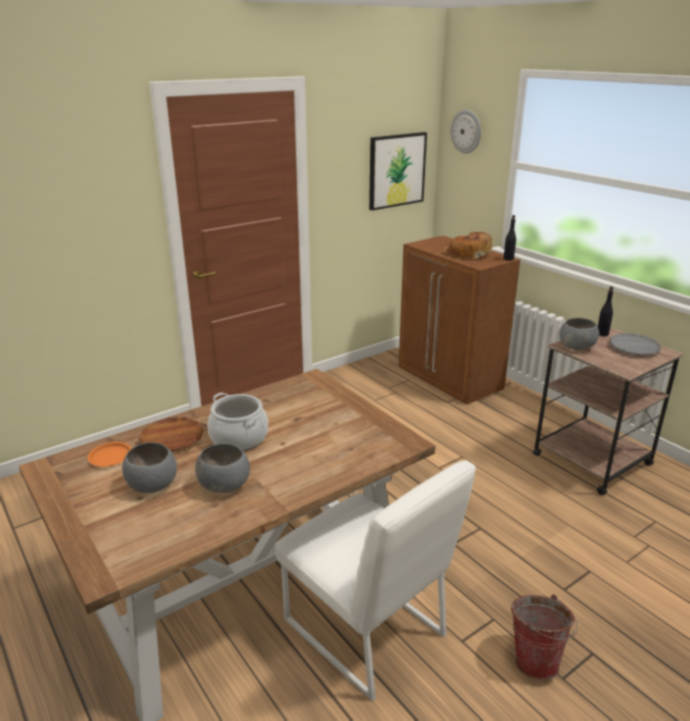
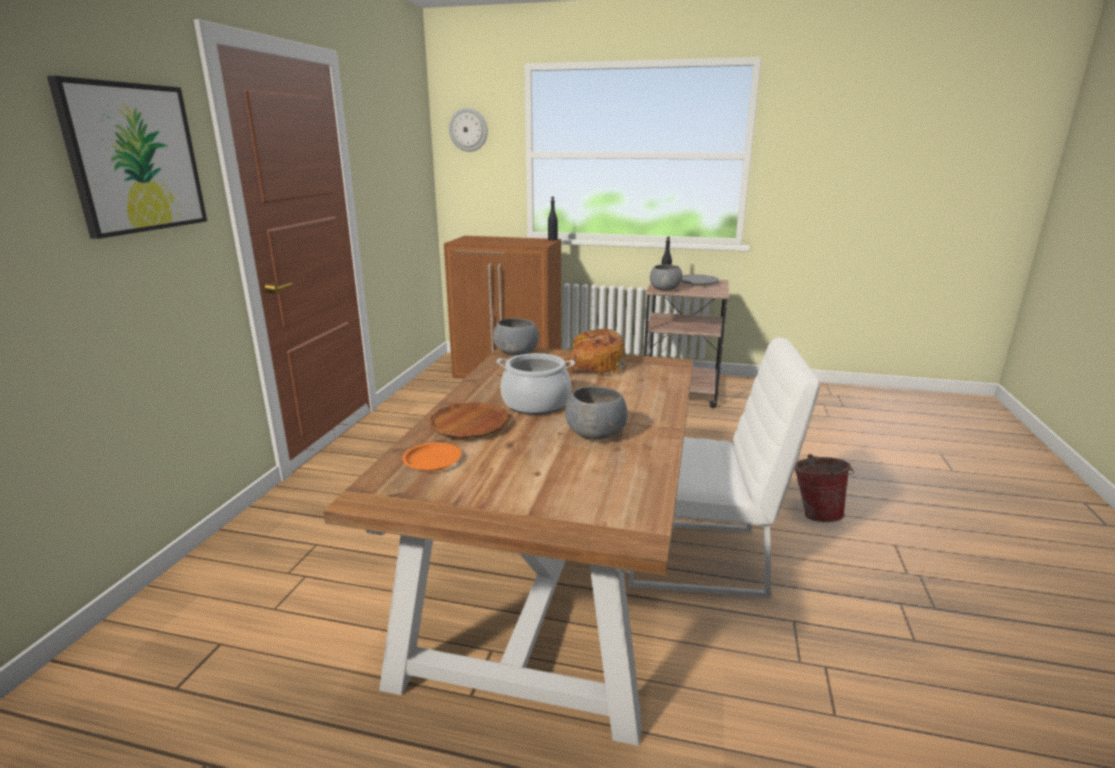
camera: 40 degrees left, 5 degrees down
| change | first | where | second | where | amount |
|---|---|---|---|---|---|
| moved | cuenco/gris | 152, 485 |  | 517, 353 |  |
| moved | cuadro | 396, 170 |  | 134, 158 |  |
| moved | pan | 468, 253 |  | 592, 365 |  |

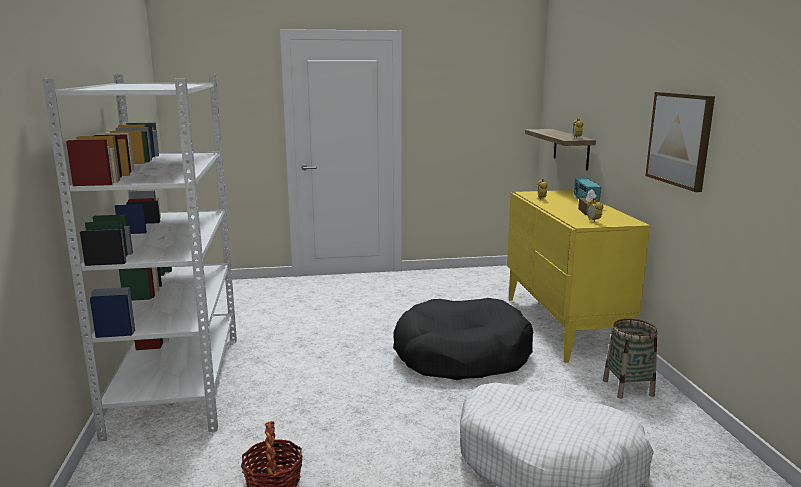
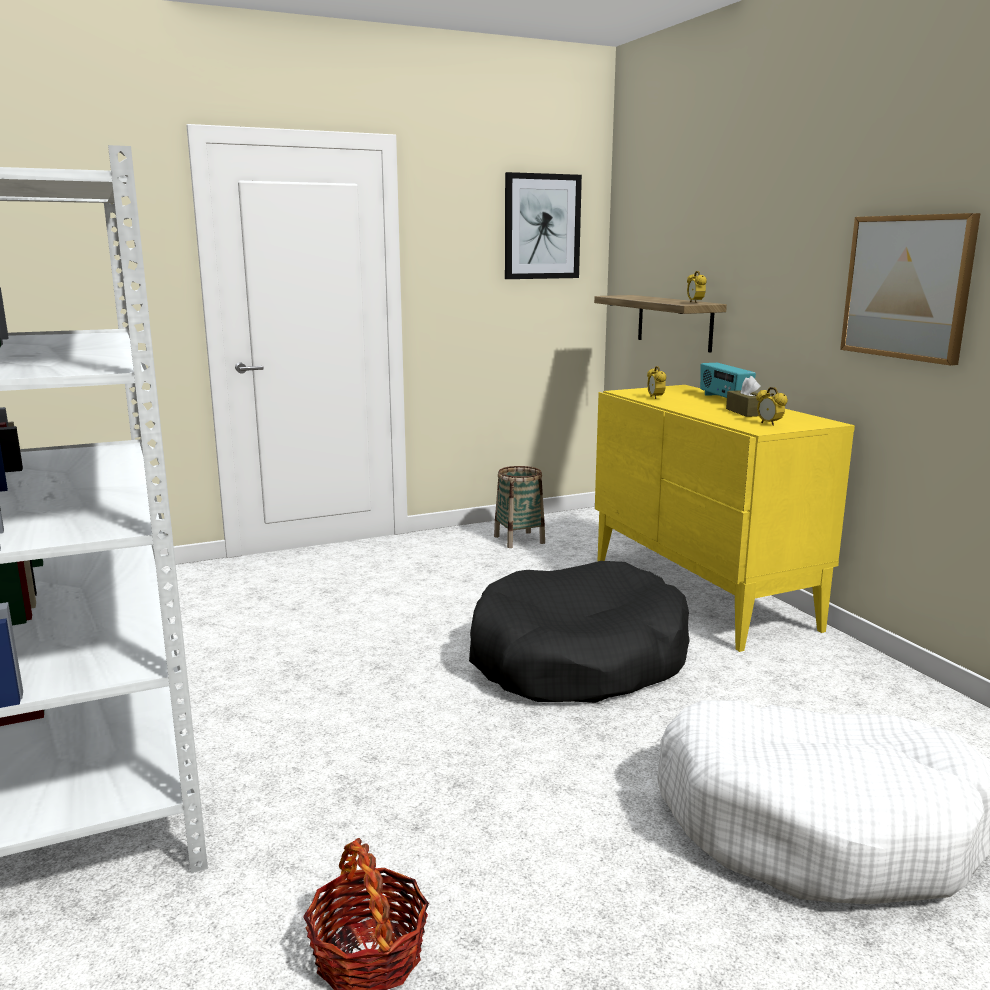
camera: 15 degrees left, 0 degrees up
| change | first | where | second | where | amount |
|---|---|---|---|---|---|
| added |  |  | cuadro | 542, 227 |  |
| moved | cesta | 628, 388 |  | 519, 540 |  |

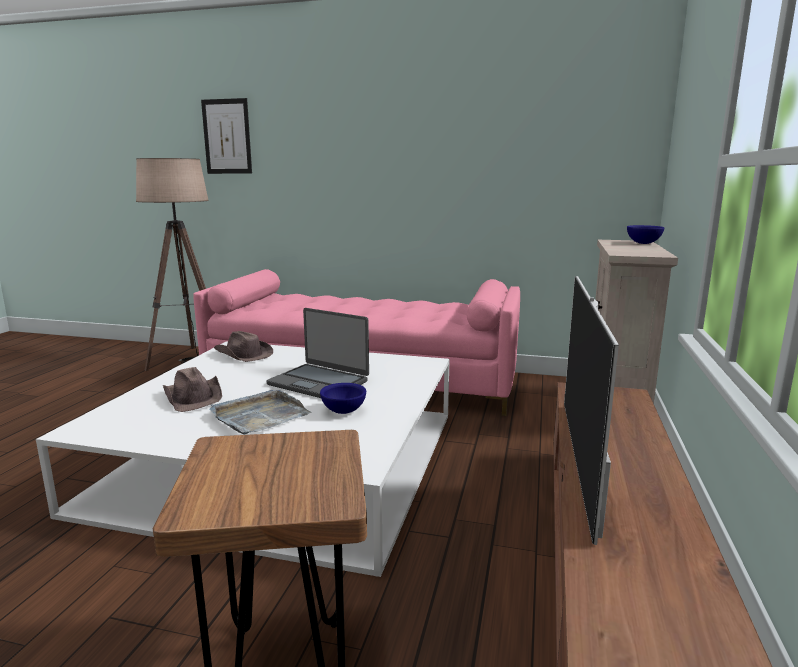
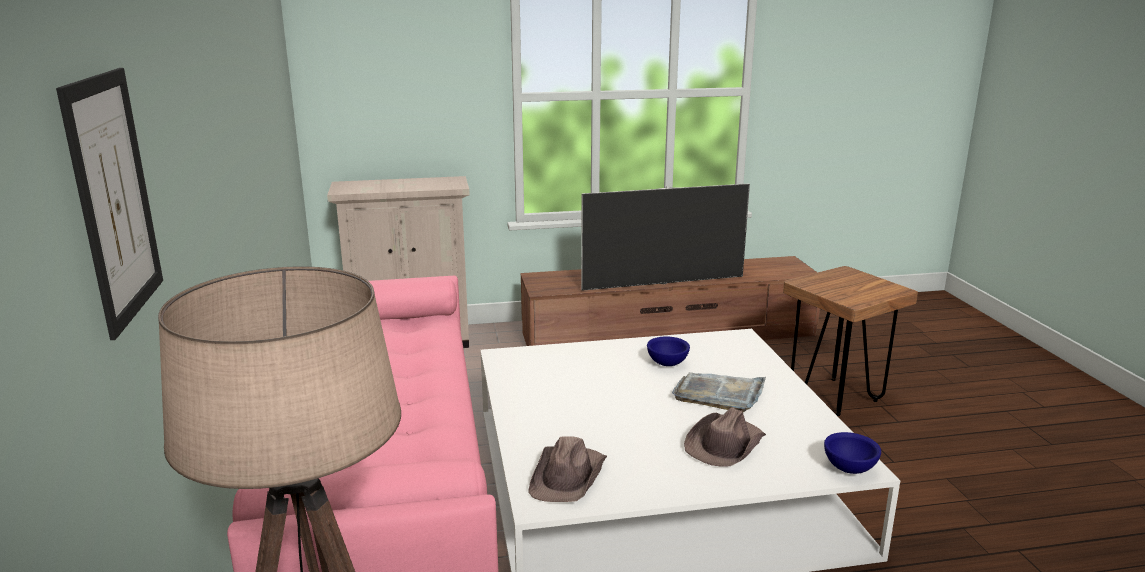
camera: 115 degrees left, 5 degrees up
| change | first | where | second | where | amount |
|---|---|---|---|---|---|
| removed | portátil | 319, 382 |  |  |  |
| moved | cuenco/azul | 644, 243 |  | 849, 468 |  |

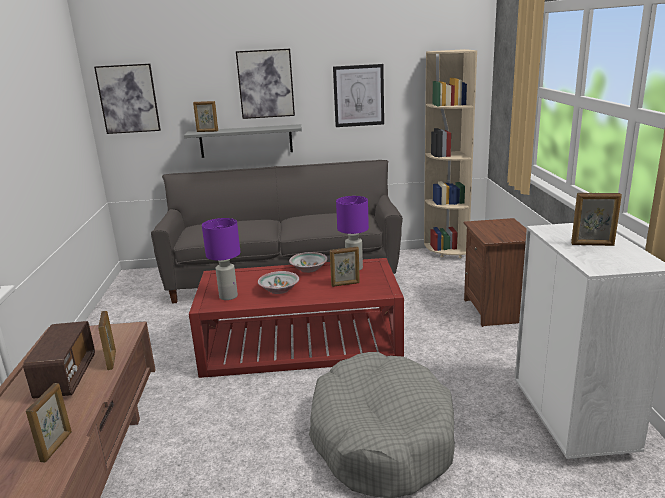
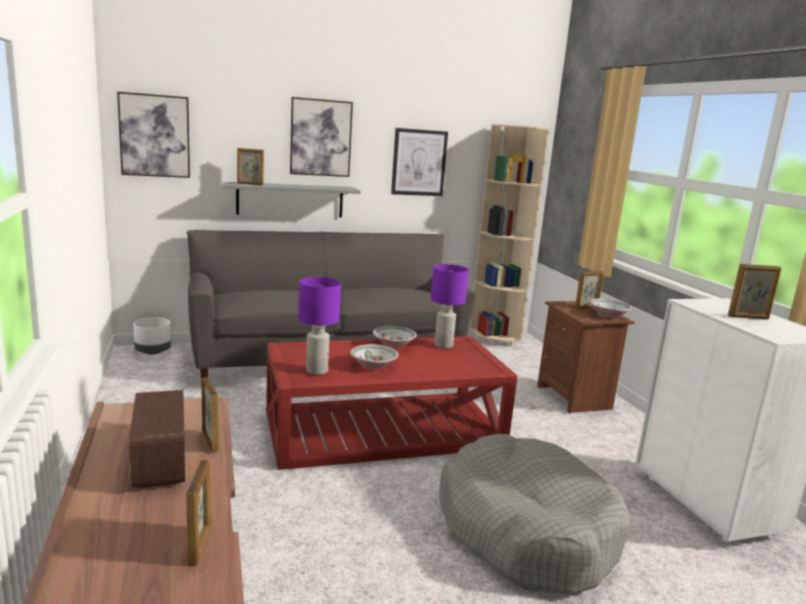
camera: 15 degrees left, 5 degrees down
| change | first | where | second | where | amount |
|---|---|---|---|---|---|
| added |  |  | maceta/blanco | 153, 351 |  |
| added |  |  | cuenco | 609, 315 |  |
| moved | portarretratos | 345, 284 |  | 587, 307 |  |

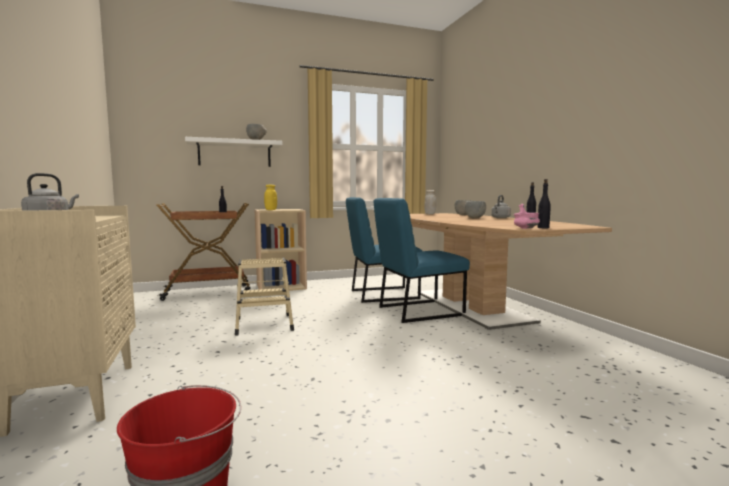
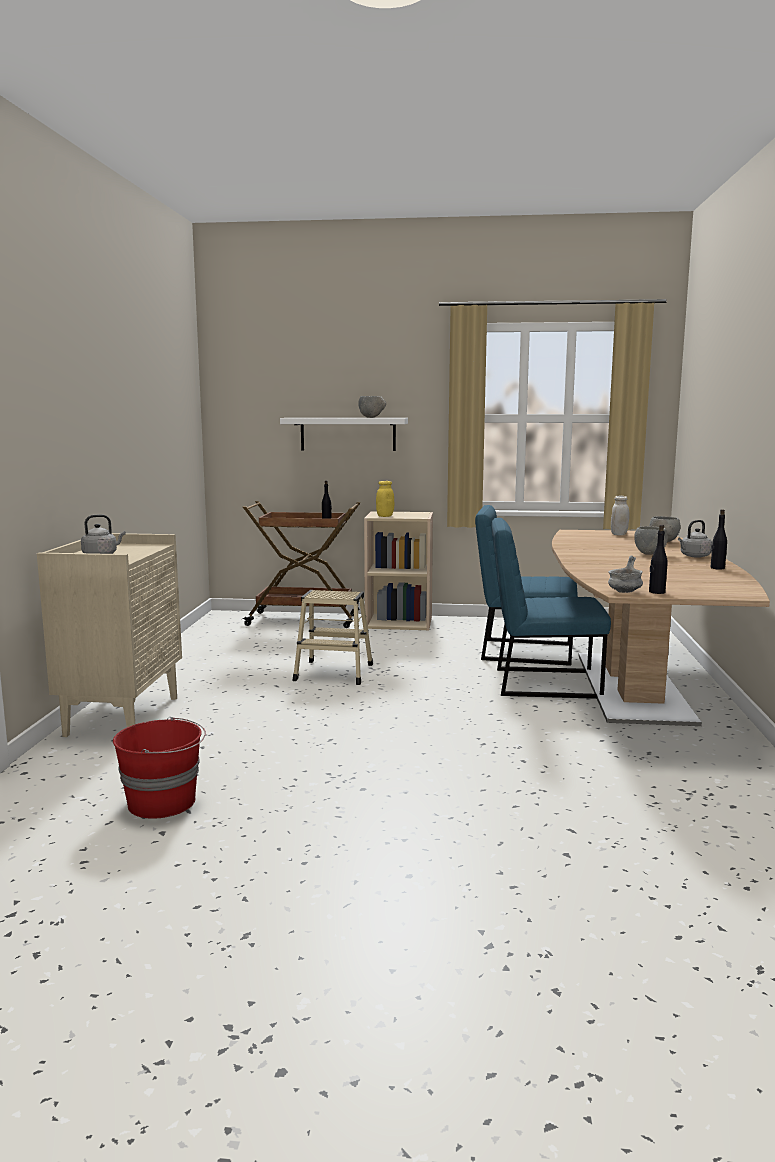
camera: 25 degrees right, 5 degrees up
| change | first | where | second | where | amount |
|---|---|---|---|---|---|
| recoloured | cuenco/rosa | 525, 228 | cuenco/gris | 624, 591 |  |

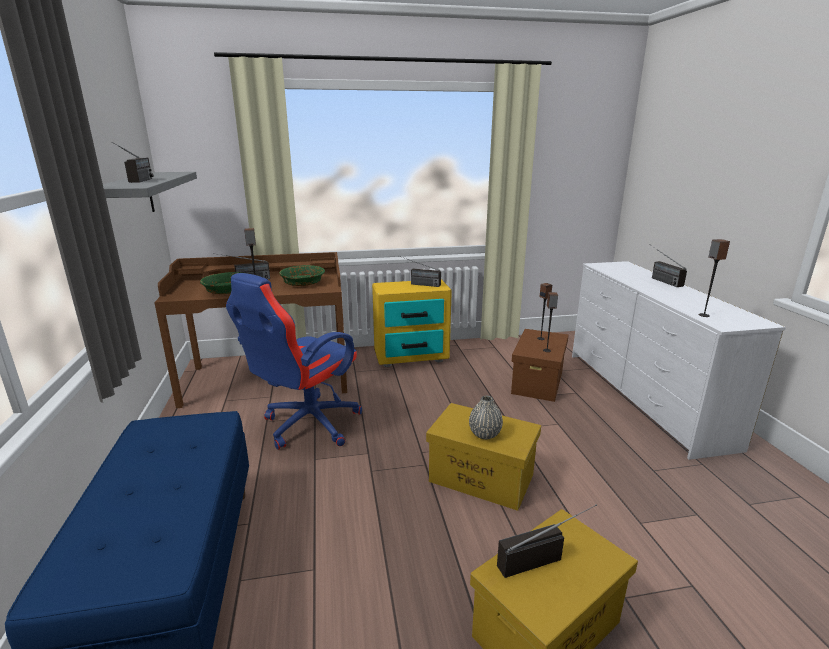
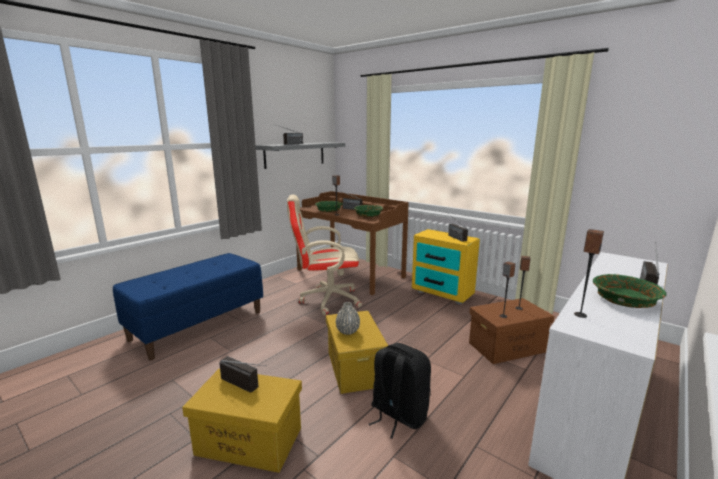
camera: 50 degrees right, 5 degrees down
| change | first | where | second | where | amount |
|---|---|---|---|---|---|
| added |  |  | mochila/negro | 398, 415 |  |
| added |  |  | cuenco/verde | 624, 300 |  |
| recoloured | silla de oficina/azul | 305, 428 | silla de oficina/beis | 325, 300 |  |

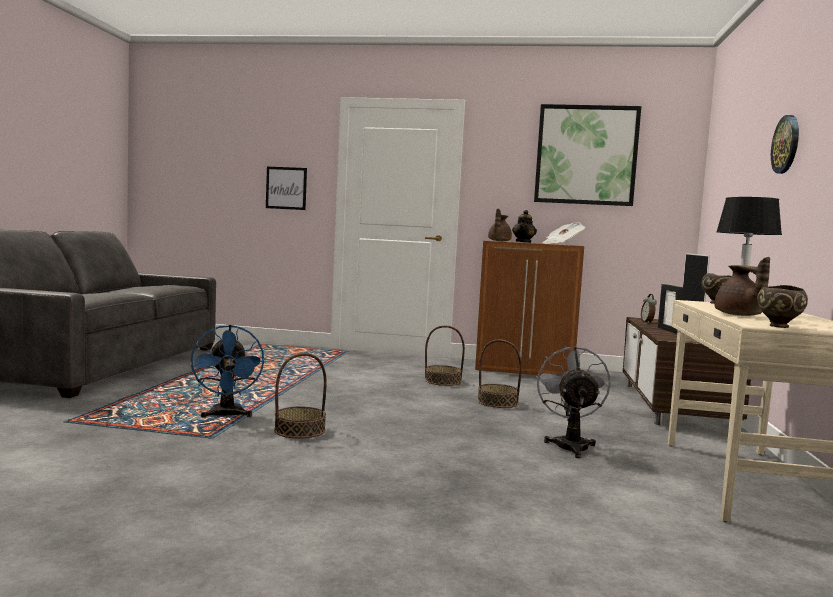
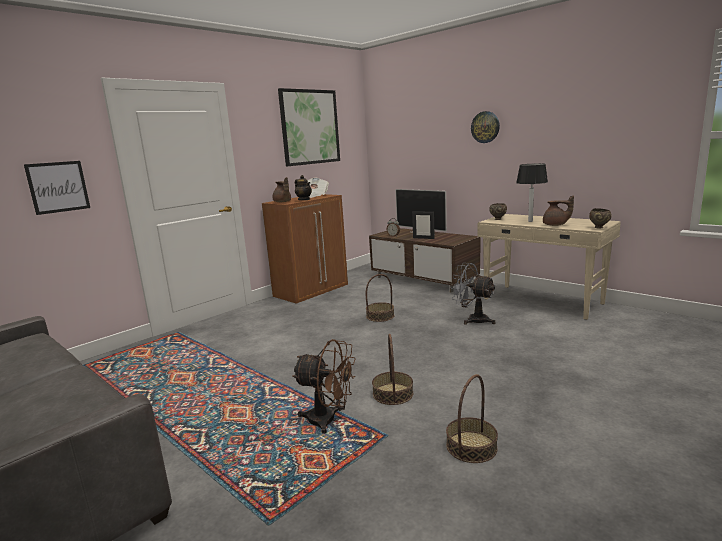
camera: 55 degrees left, 10 degrees up
| change | first | where | second | where | amount |
|---|---|---|---|---|---|
| moved | cesta | 443, 381 |  | 471, 446 |  |
| recoloured | ventilador/azul | 226, 416 | ventilador/marrón | 329, 420 |  |

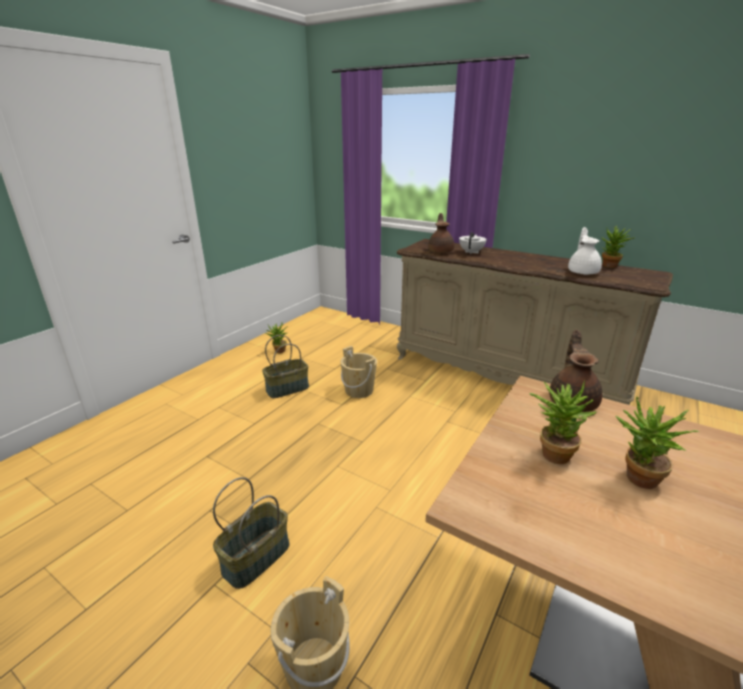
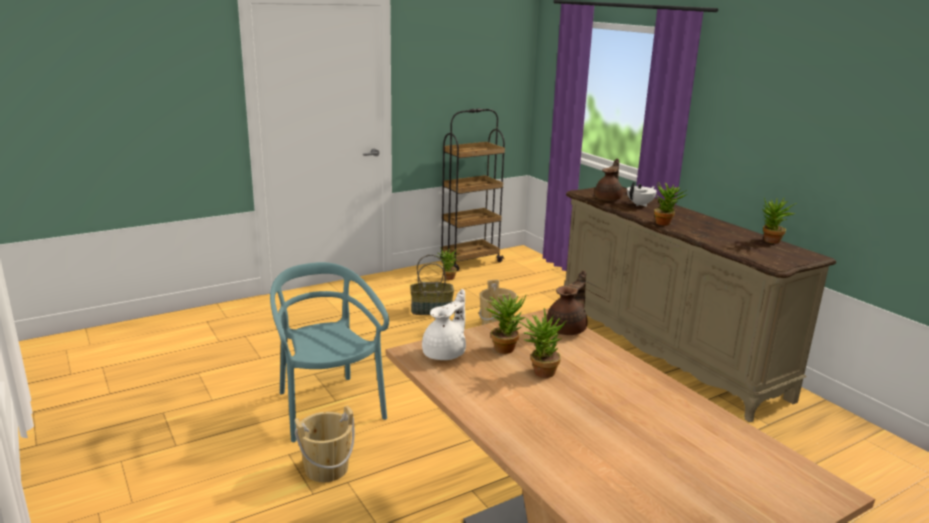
camera: 25 degrees right, 5 degrees down
| change | first | where | second | where | amount |
|---|---|---|---|---|---|
| added |  |  | carrito/marrón | 470, 262 |  |
| added |  |  | planta en maceta | 666, 223 |  |
| moved | tetera/blanco | 582, 272 |  | 445, 353 |  |
| replaced | cesta | 256, 557 | silla/turquesa | 328, 408 |  |

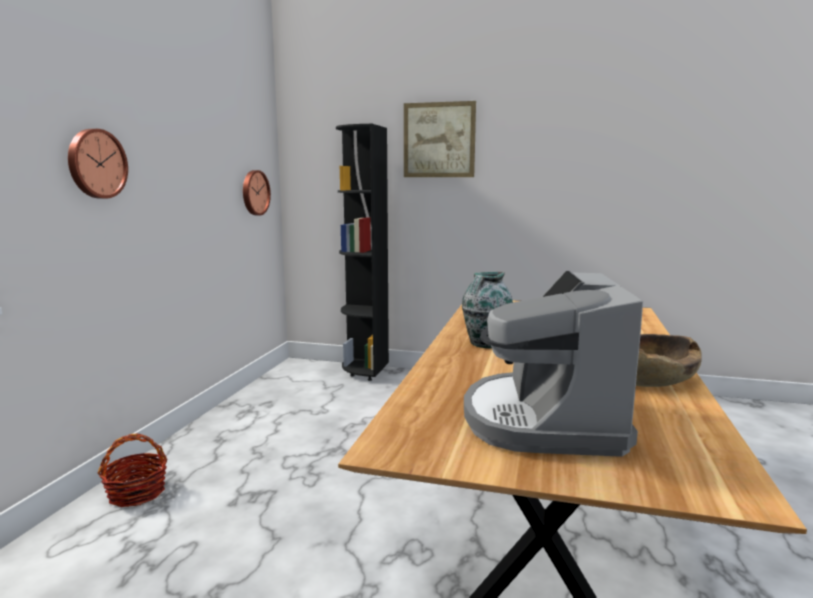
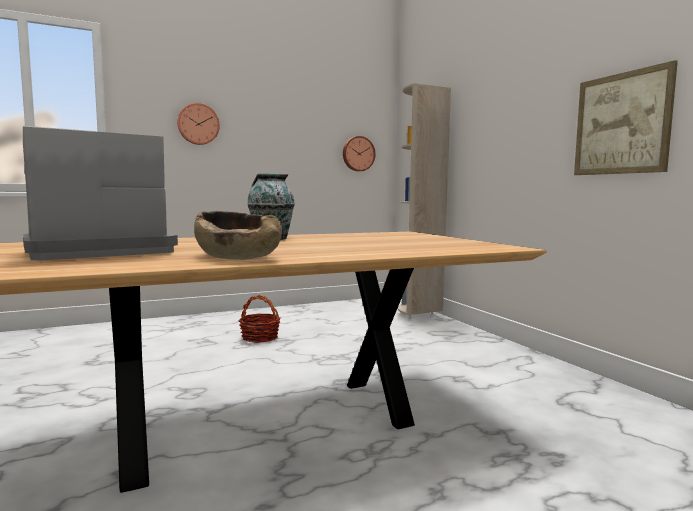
camera: 50 degrees right, 5 degrees down
| change | first | where | second | where | amount |
|---|---|---|---|---|---|
| moved | cesta | 137, 493 |  | 260, 337 |  |
| moved | cuadro | 439, 140 |  | 621, 124 |  |
| recoloured | estantería/negro | 363, 373 | estantería/beis | 416, 314 |  |

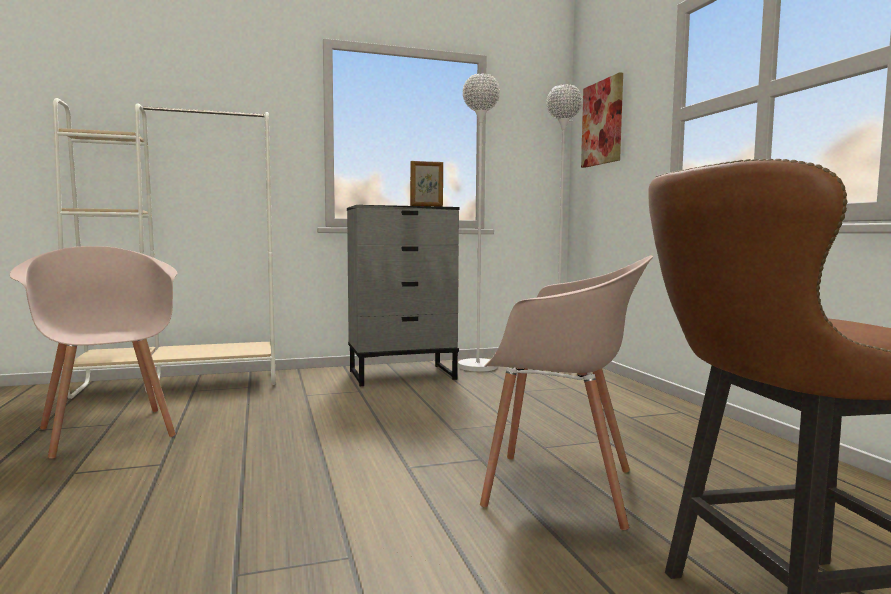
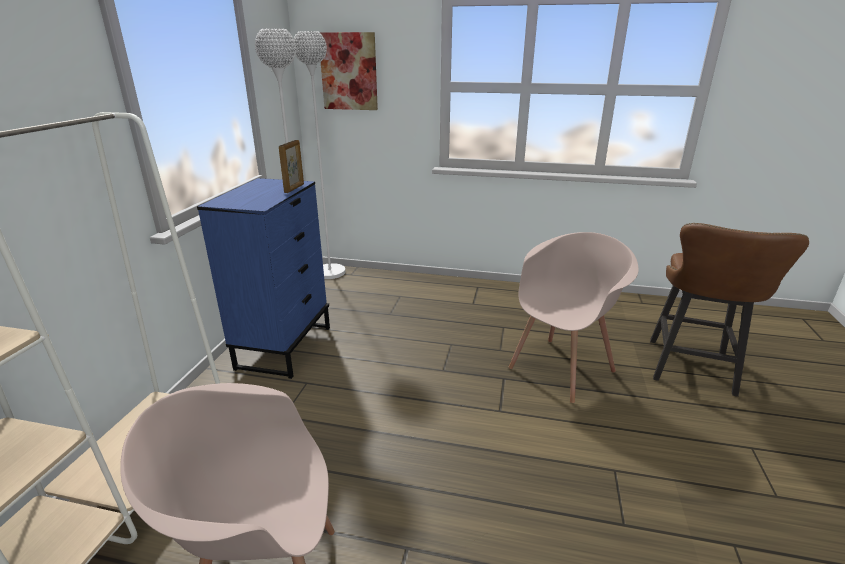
camera: 60 degrees left, 20 degrees up
| change | first | where | second | where | amount |
|---|---|---|---|---|---|
| recoloured | cómoda/gris | 403, 375 | cómoda/azul | 285, 347 |  |

